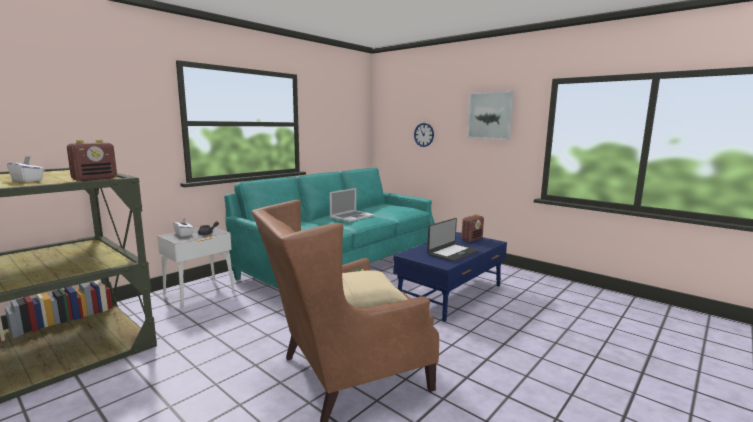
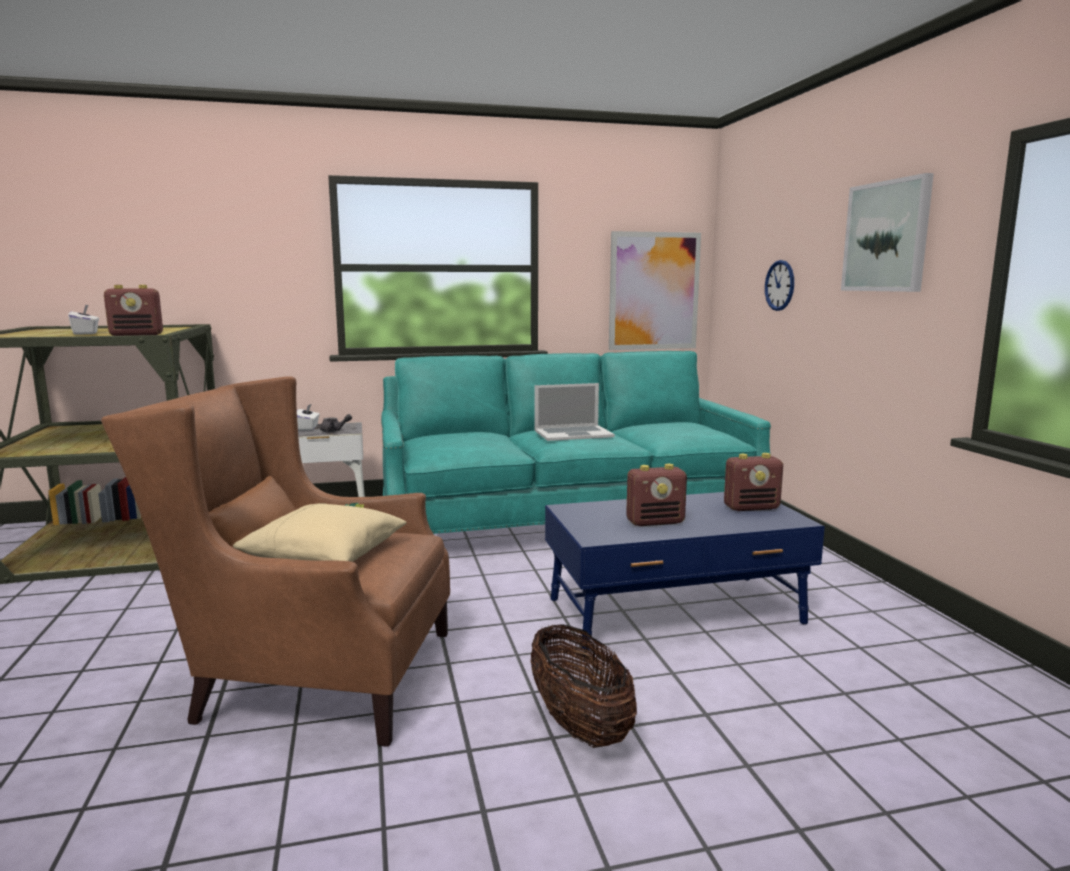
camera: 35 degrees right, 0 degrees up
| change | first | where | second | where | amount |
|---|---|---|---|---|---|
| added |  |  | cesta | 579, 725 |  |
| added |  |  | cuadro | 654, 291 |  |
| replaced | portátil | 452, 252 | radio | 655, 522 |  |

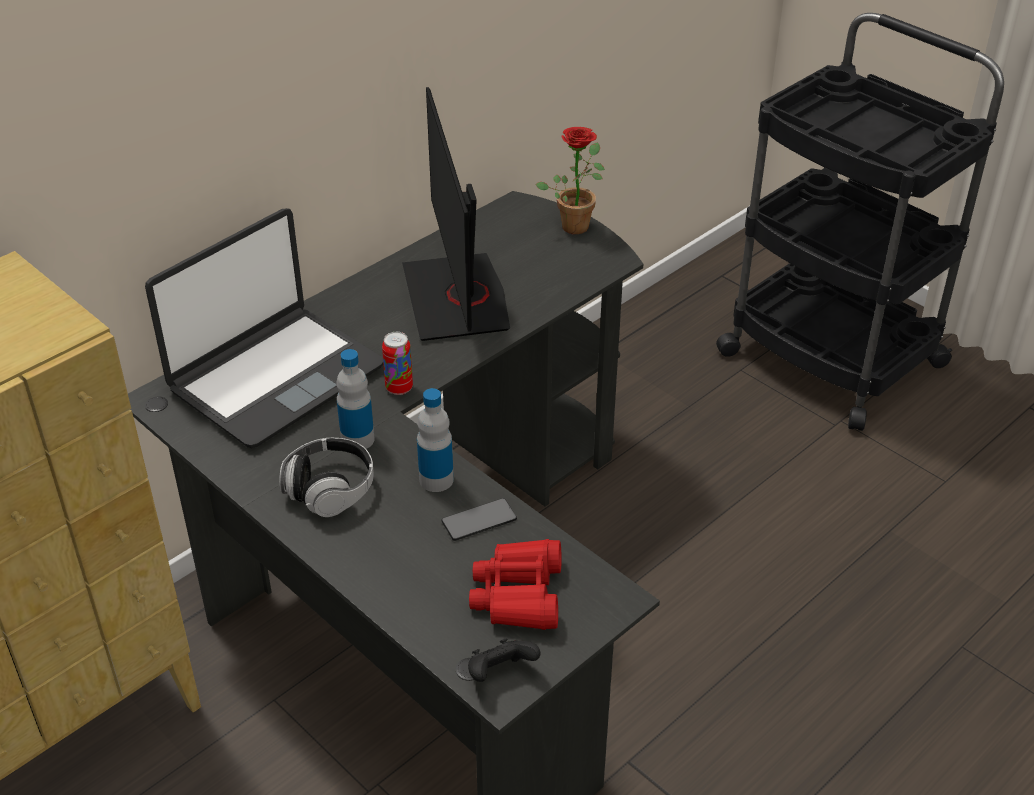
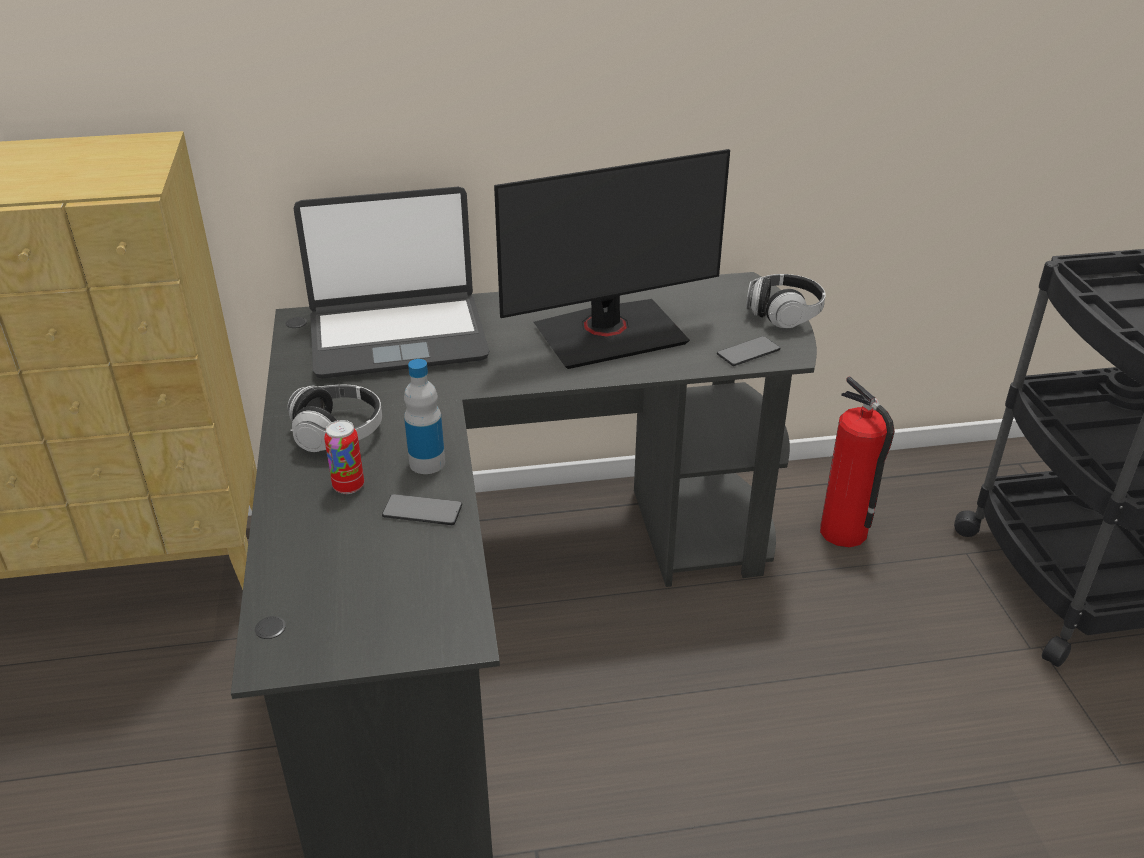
camera: 35 degrees right, 5 degrees down
| change | first | where | second | where | amount |
|---|---|---|---|---|---|
| removed | botella | 357, 439 |  |  |  |
| removed | mando de consola/negro | 500, 673 |  |  |  |
| removed | prismáticos/rojo | 518, 594 |  |  |  |
| added |  |  | móvil | 748, 352 |  |
| added |  |  | extintor | 844, 532 |  |
| moved | lata | 399, 388 |  | 348, 486 |  |
| replaced | planta en maceta | 576, 223 | auriculares | 783, 314 |  |
| turned | monitor | 457, 298 |  | 609, 334 | 135 degrees counterclockwise |

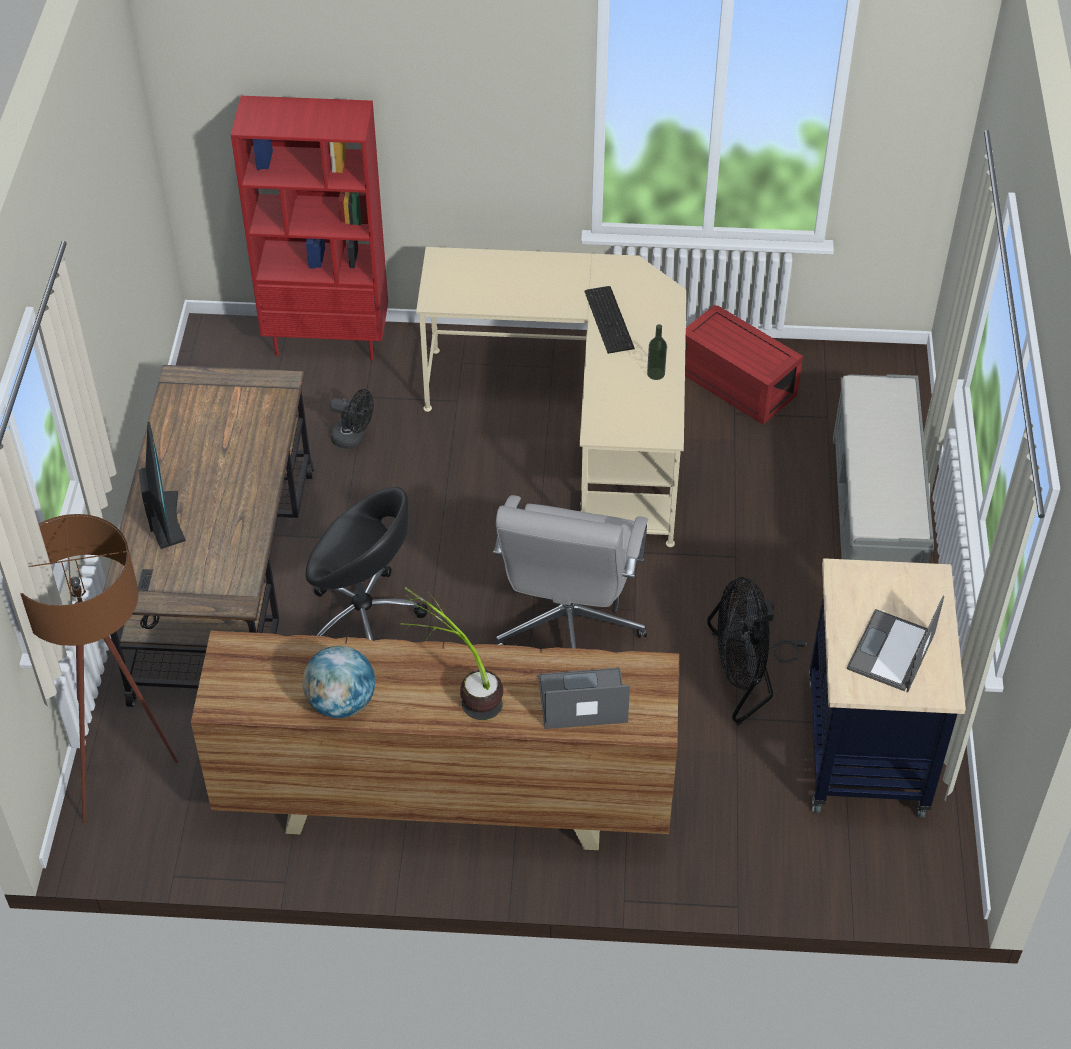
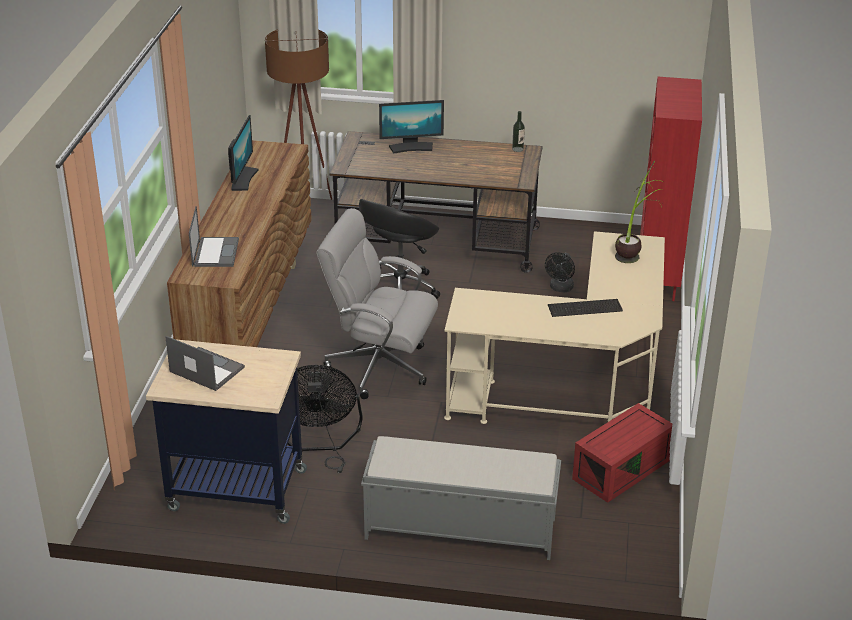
camera: 95 degrees right, 15 degrees down
| change | first | where | second | where | amount |
|---|---|---|---|---|---|
| moved | planta en maceta | 460, 693 |  | 634, 250 |  |
| moved | botella | 656, 373 |  | 517, 149 |  |
| replaced | globo terráqueo | 341, 702 | monitor | 243, 179 |  |

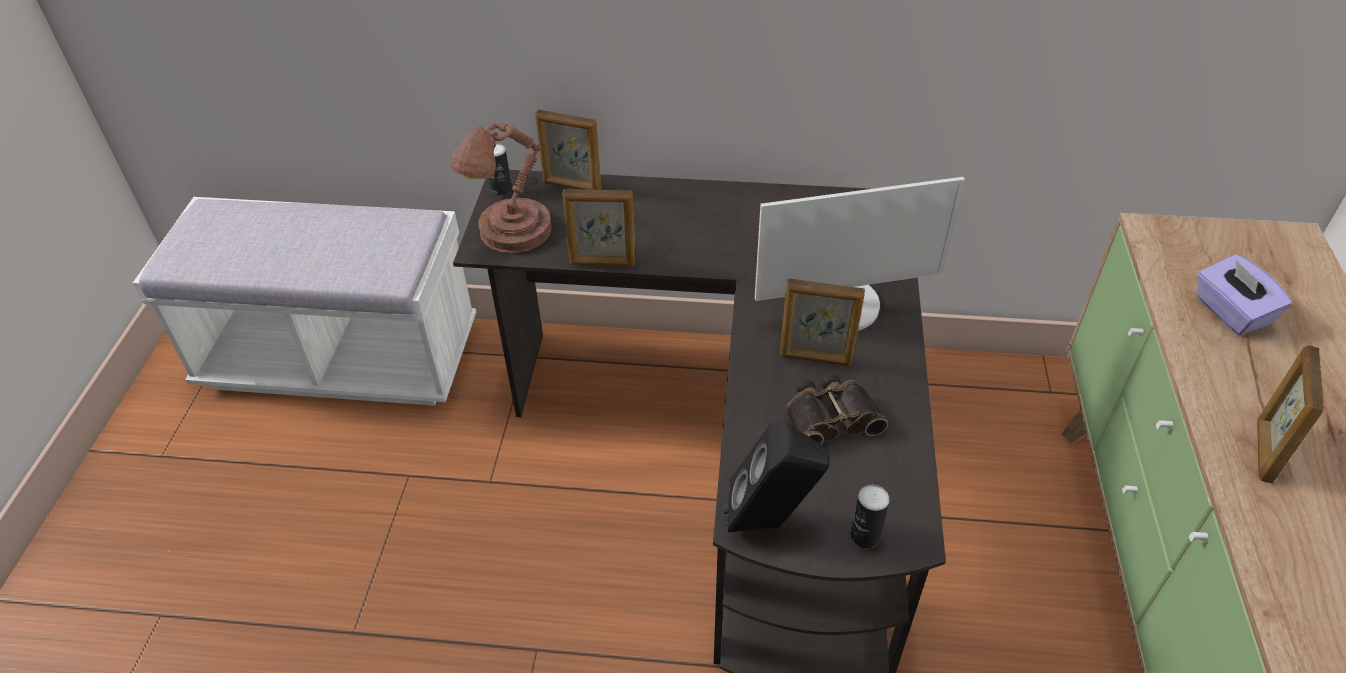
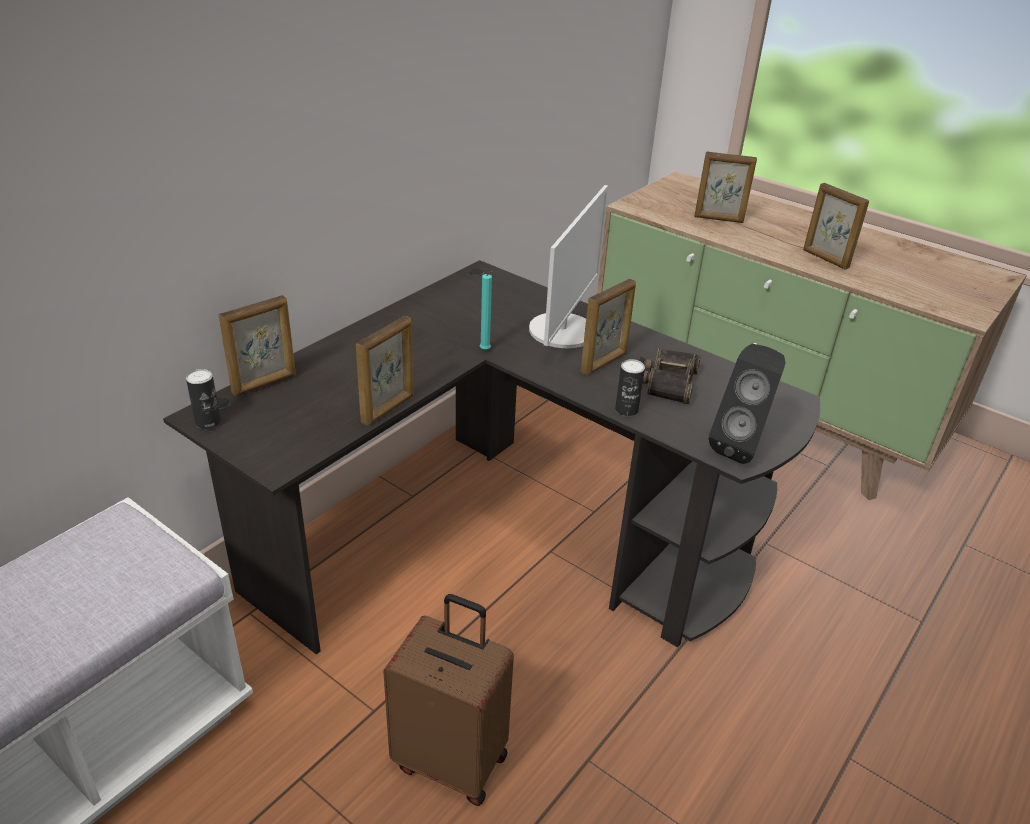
camera: 60 degrees left, 10 degrees down
| change | first | where | second | where | amount |
|---|---|---|---|---|---|
| removed | lámpara de mesa/marrón | 512, 233 |  |  |  |
| added |  |  | maleta/marrón | 452, 759 |  |
| added |  |  | vela/turquesa | 485, 351 |  |
| moved | lata | 865, 536 |  | 626, 410 |  |
| replaced | caja de pañuelos/morado | 1230, 312 | portarretratos | 719, 219 |  |

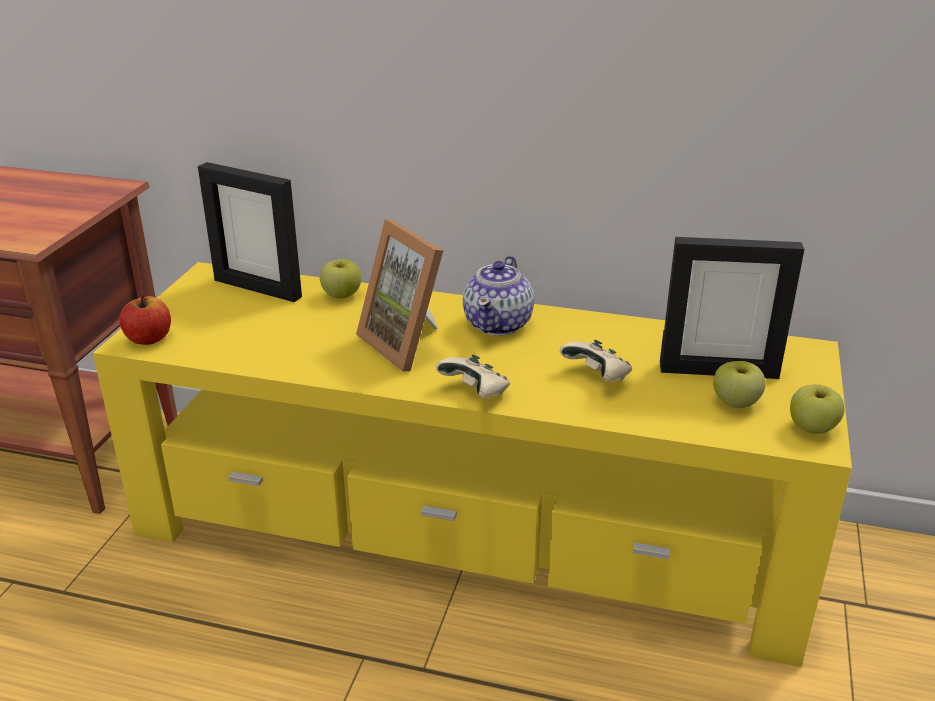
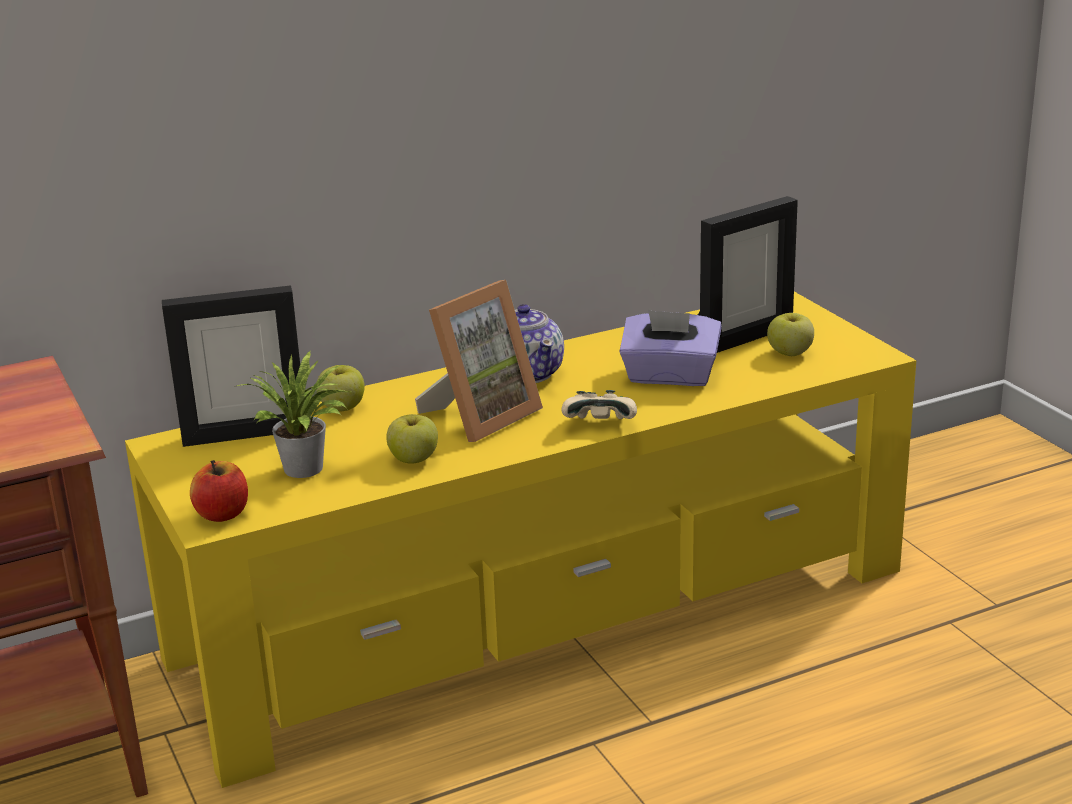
camera: 40 degrees left, 5 degrees down
| change | first | where | second | where | amount |
|---|---|---|---|---|---|
| added |  |  | planta en maceta | 306, 470 |  |
| moved | manzana | 812, 428 |  | 414, 459 |  |
| replaced | mando de consola/beis | 597, 376 | caja de pañuelos/morado | 670, 376 |  |
| turned | portarretratos | 409, 343 |  | 480, 416 | 60 degrees counterclockwise |

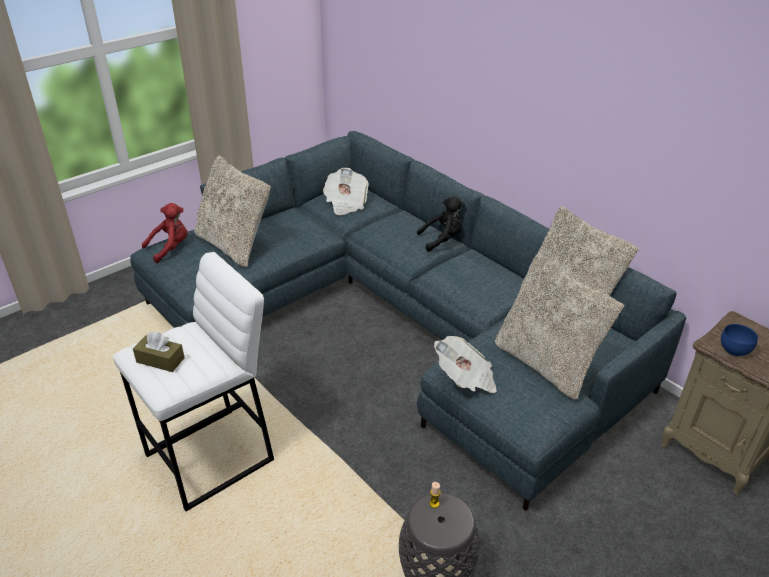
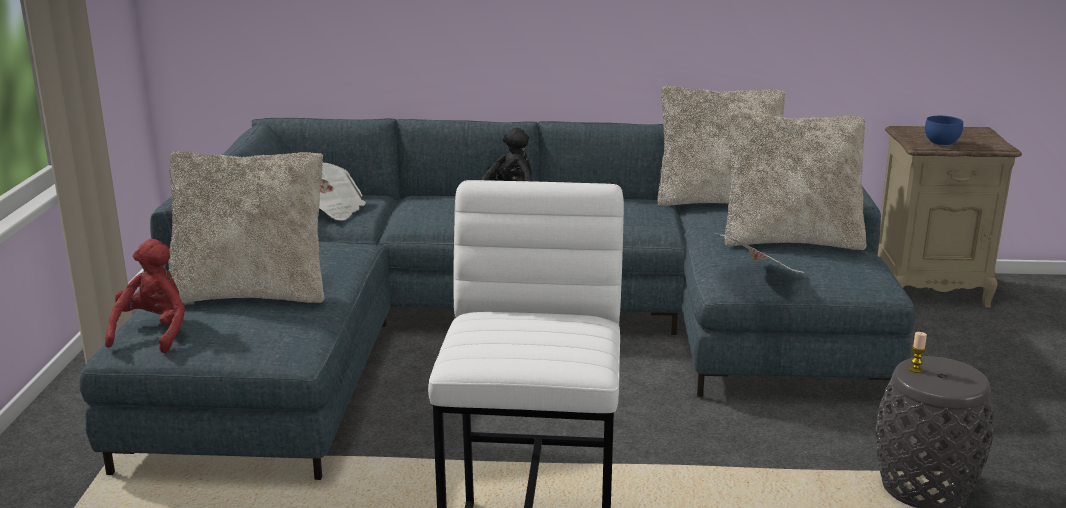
camera: 45 degrees left, 15 degrees down
| change | first | where | second | where | amount |
|---|---|---|---|---|---|
| removed | caja de pañuelos/marrón | 160, 360 |  |  |  |

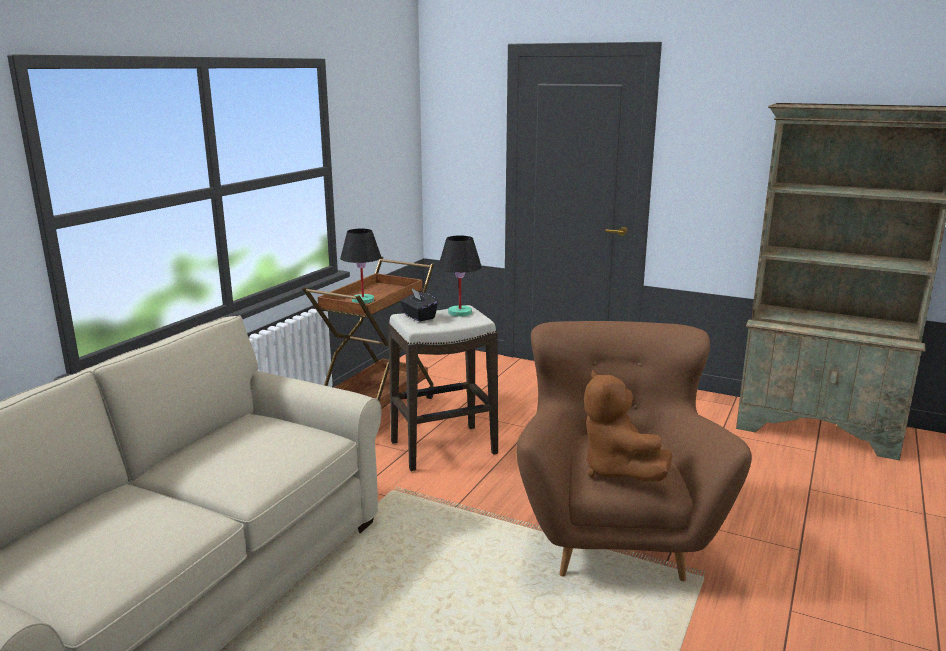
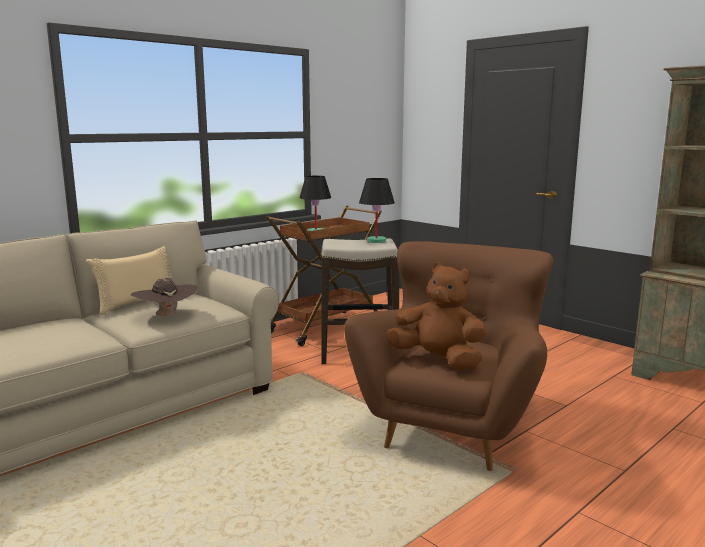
camera: 20 degrees right, 5 degrees down
| change | first | where | second | where | amount |
|---|---|---|---|---|---|
| removed | caja de pañuelos/negro | 418, 316 |  |  |  |
| added |  |  | cojín/beis | 136, 304 |  |
| added |  |  | sombrero/marrón | 166, 316 |  |
| turned | peluche/marrón | 617, 470 |  | 438, 360 | 120 degrees clockwise |

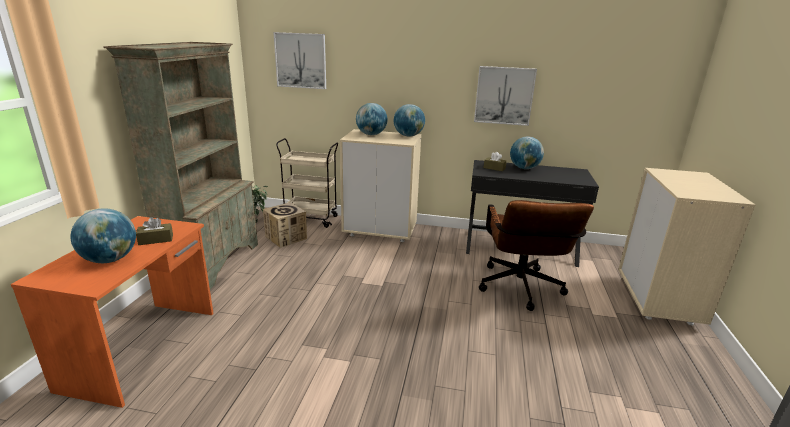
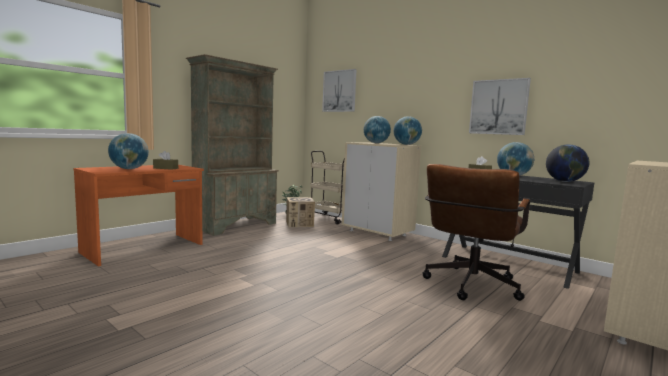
camera: 30 degrees right, 15 degrees down
| change | first | where | second | where | amount |
|---|---|---|---|---|---|
| added |  |  | globo terráqueo | 565, 181 |  |

